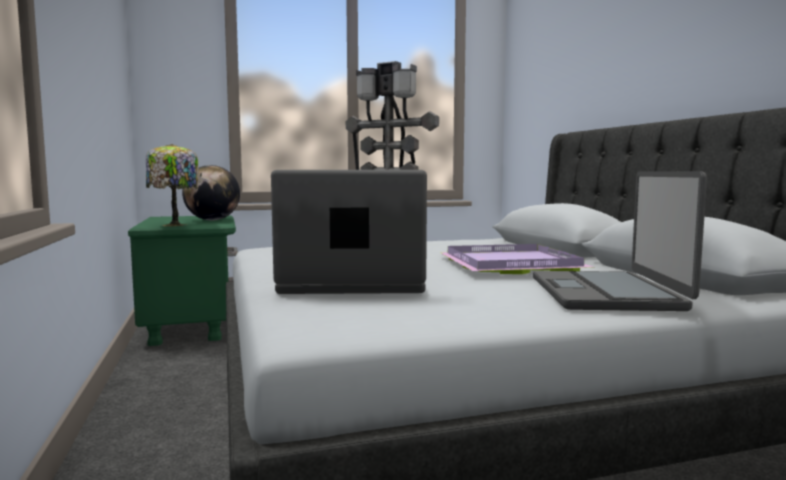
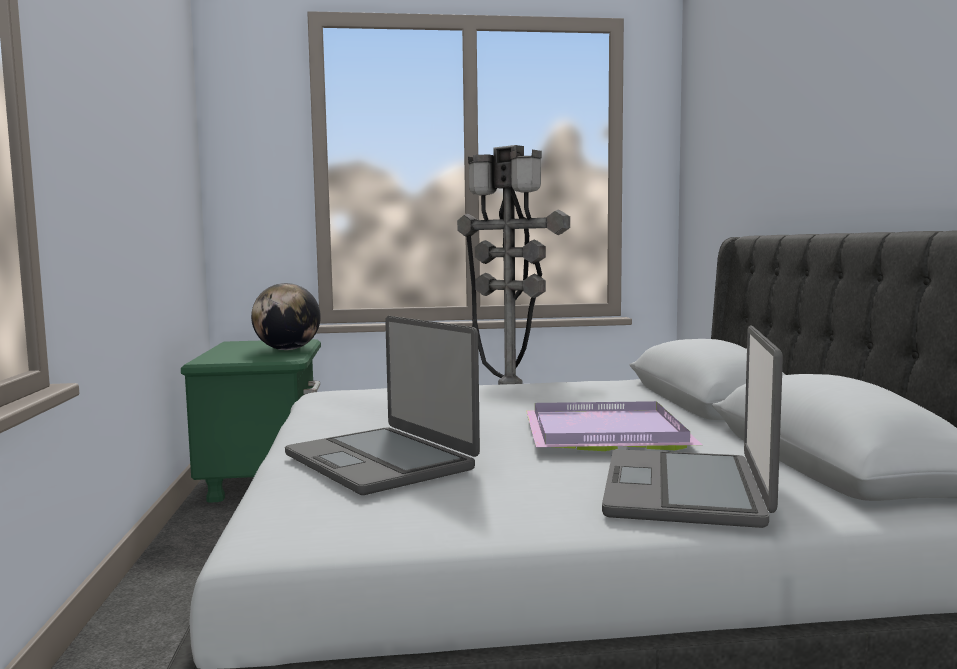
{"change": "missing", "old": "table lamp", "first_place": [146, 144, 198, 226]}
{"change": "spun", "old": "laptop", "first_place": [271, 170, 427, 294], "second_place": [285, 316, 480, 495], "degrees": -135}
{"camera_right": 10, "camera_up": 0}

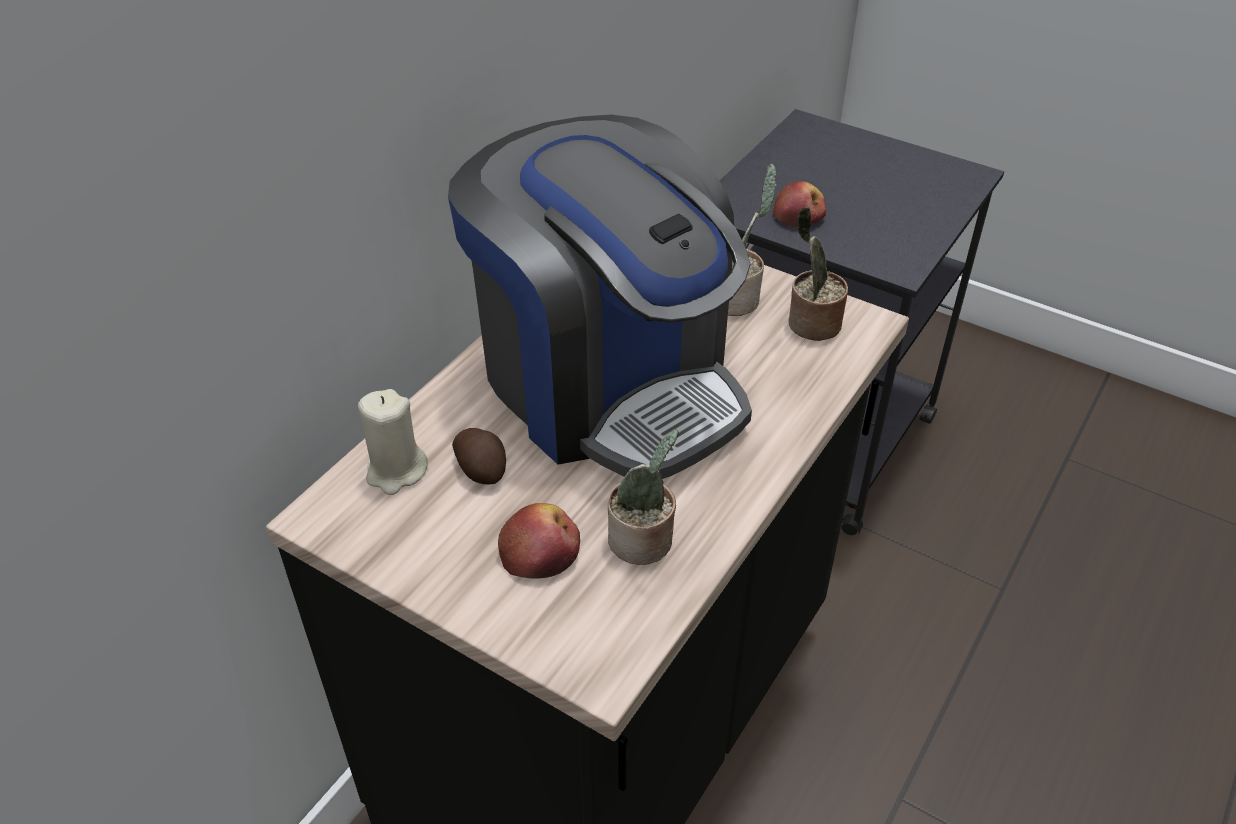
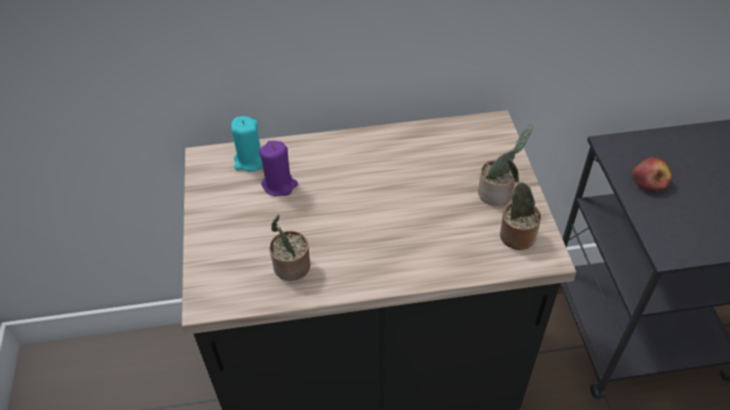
{"change": "colour", "old": "candle in beige", "new": "candle in turquoise", "first_place": [358, 389, 428, 495], "second_place": [231, 116, 263, 172]}
{"change": "missing", "old": "coffee machine", "first_place": [448, 115, 752, 479]}
{"change": "exchanged", "old": "potato", "new": "candle in purple", "first_place": [452, 428, 506, 484], "second_place": [259, 141, 298, 196]}
{"change": "missing", "old": "apple", "first_place": [498, 503, 580, 578]}
{"camera_right": 50, "camera_up": 5}

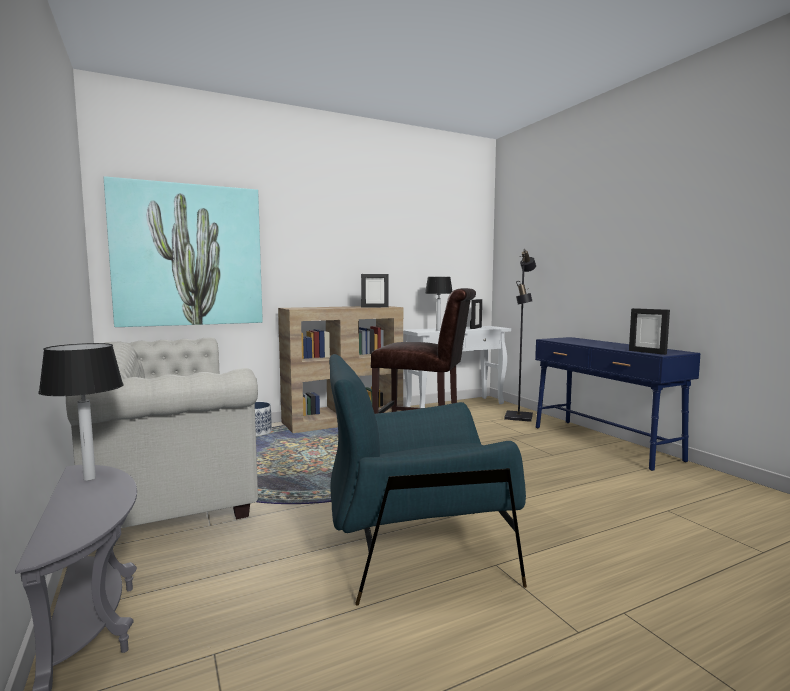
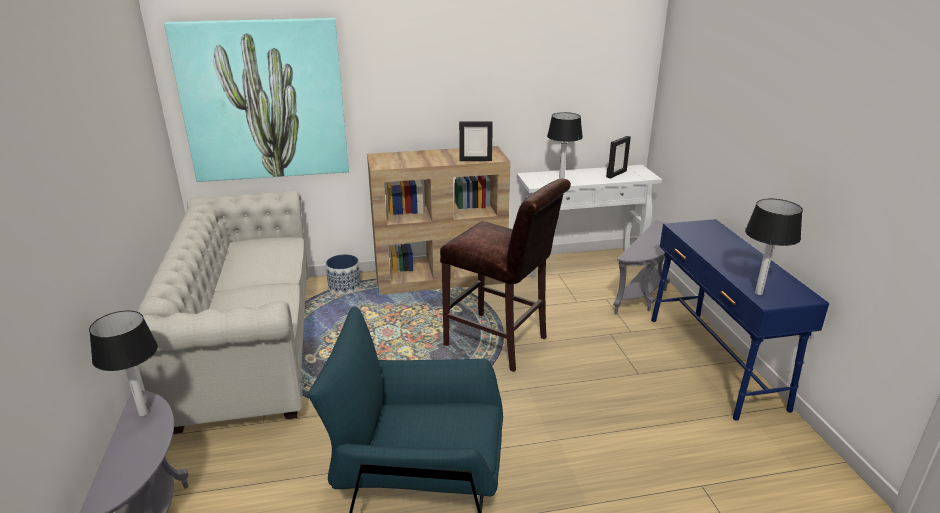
{"change": "exchanged", "old": "floor lamp in black", "new": "side table in grey", "first_place": [504, 249, 536, 422], "second_place": [613, 220, 670, 314]}
{"change": "exchanged", "old": "picture frame", "new": "table lamp", "first_place": [629, 308, 670, 355], "second_place": [745, 199, 803, 295]}
{"camera_right": 15, "camera_up": 20}

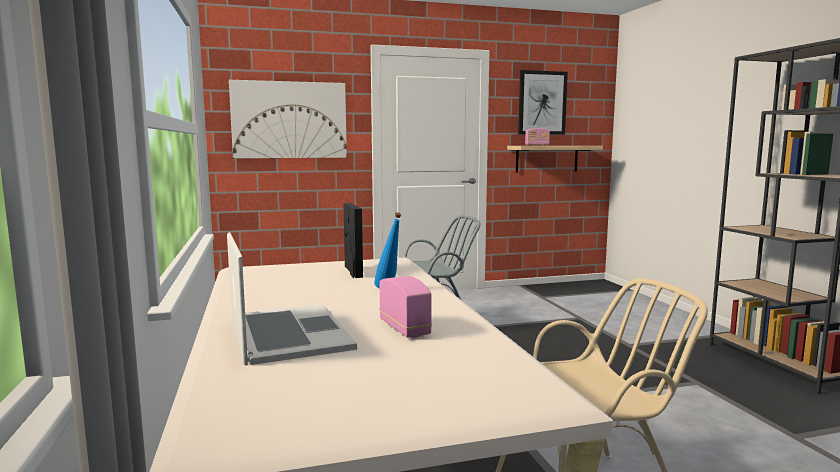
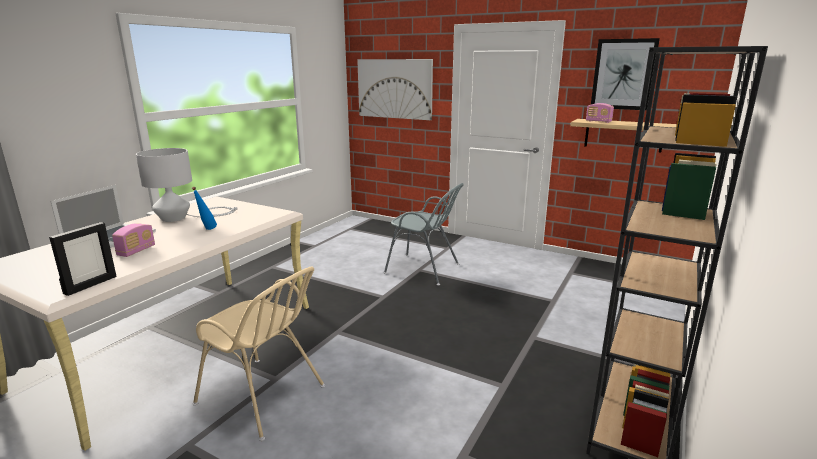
{"change": "relocated", "old": "picture frame", "first_place": [343, 203, 363, 278], "second_place": [49, 222, 117, 296]}
{"change": "appeared", "new": "table lamp in white", "second_place": [136, 148, 238, 222]}
{"camera_right": 45, "camera_up": 10}

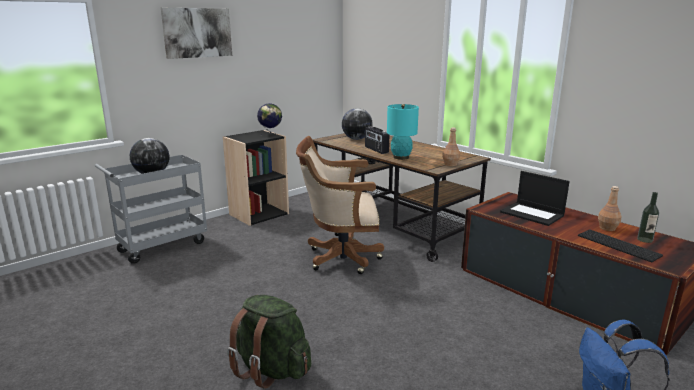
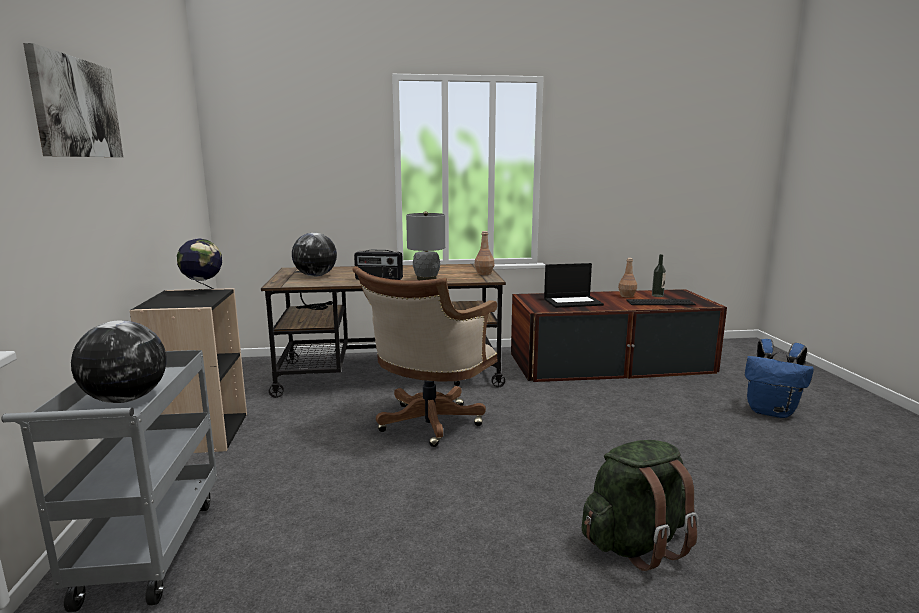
{"change": "colour", "old": "table lamp in turquoise", "new": "table lamp in grey", "first_place": [387, 104, 419, 160], "second_place": [406, 211, 445, 280]}
{"camera_right": -55, "camera_up": -5}

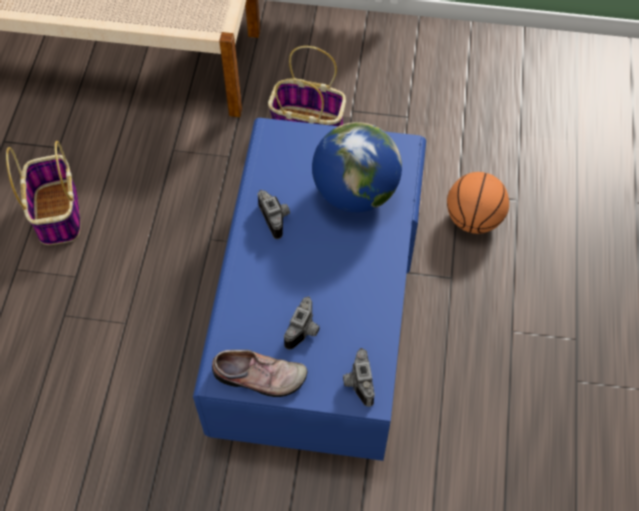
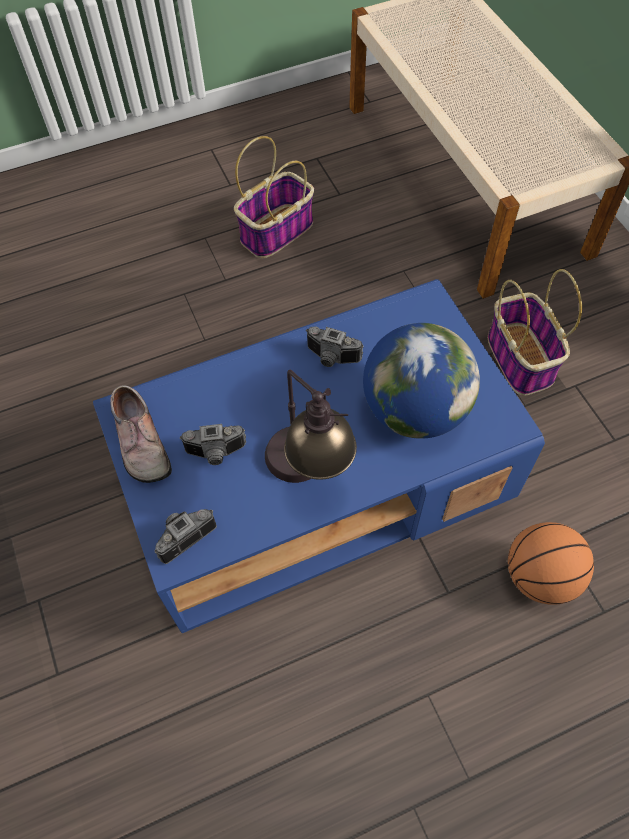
{"change": "spun", "old": "photo camera", "first_place": [257, 190, 290, 239], "second_place": [306, 326, 364, 367], "degrees": 75}
{"change": "appeared", "new": "table lamp", "second_place": [265, 370, 357, 483]}
{"camera_right": 60, "camera_up": 0}

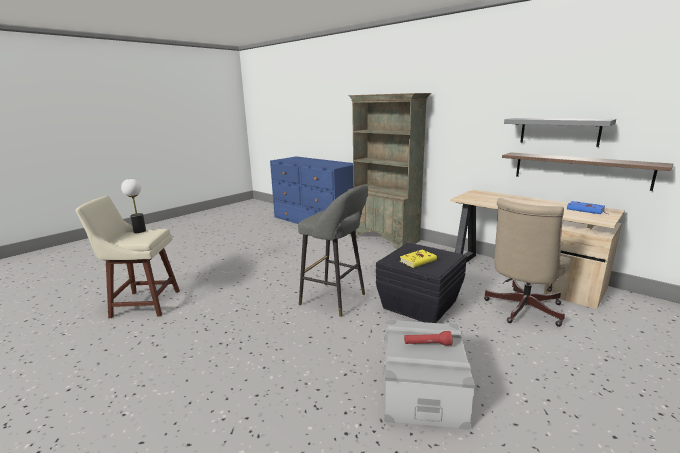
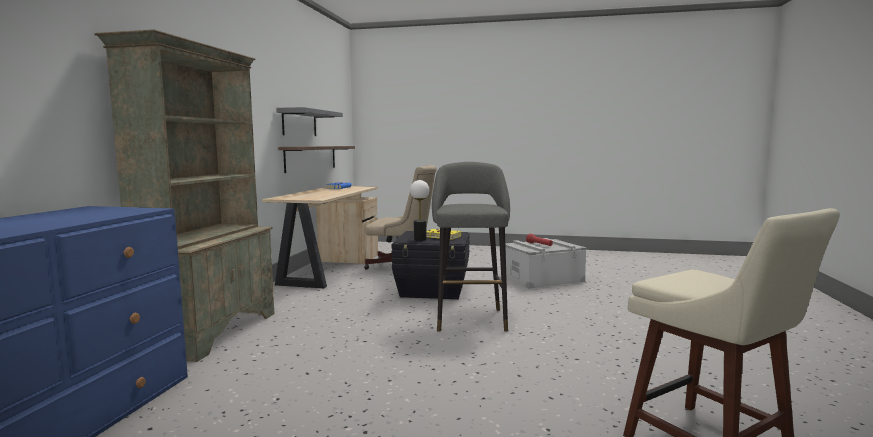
{"change": "relocated", "old": "table lamp", "first_place": [121, 179, 146, 233], "second_place": [410, 180, 429, 241]}
{"camera_right": -120, "camera_up": -10}

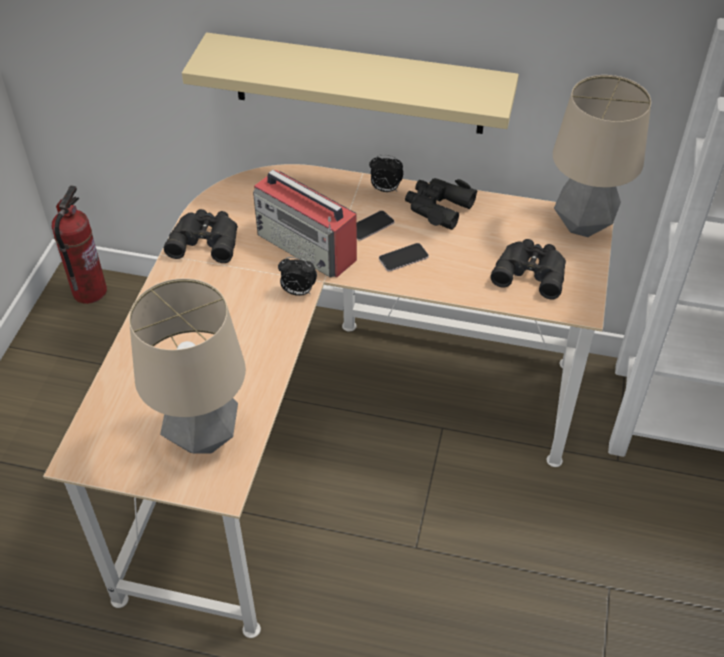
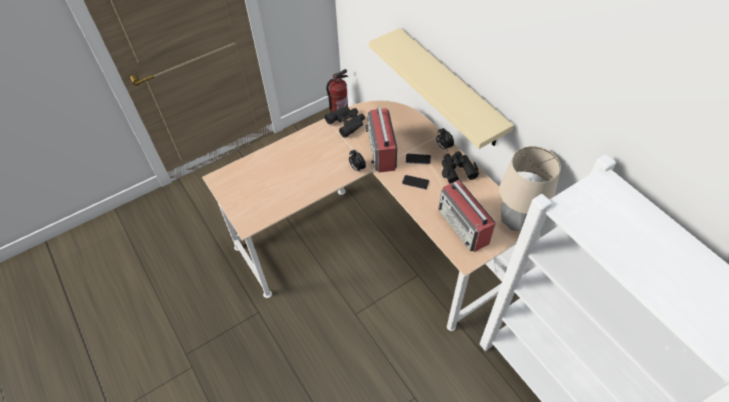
{"change": "missing", "old": "table lamp", "first_place": [129, 278, 246, 454]}
{"change": "exchanged", "old": "binoculars in black", "new": "radio", "first_place": [491, 239, 566, 299], "second_place": [438, 180, 496, 252]}
{"camera_right": 45, "camera_up": 5}

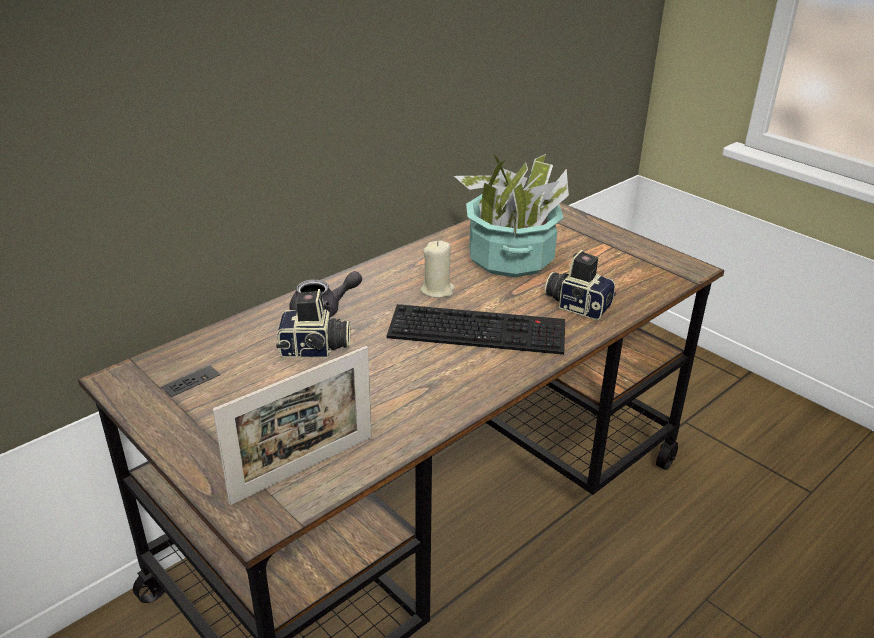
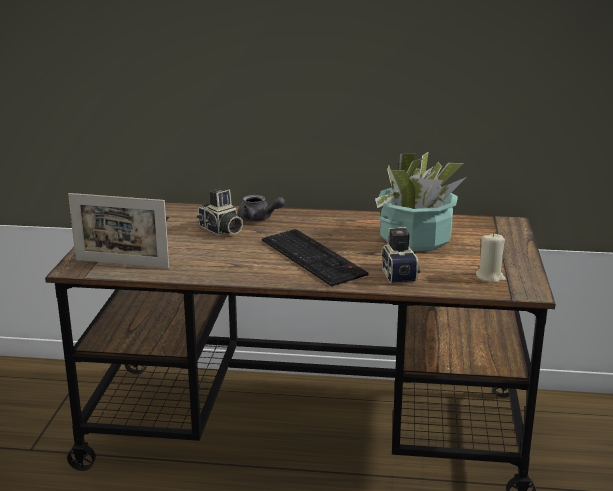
{"change": "relocated", "old": "candle in beige", "first_place": [420, 241, 455, 298], "second_place": [476, 233, 506, 283]}
{"camera_right": 50, "camera_up": -10}

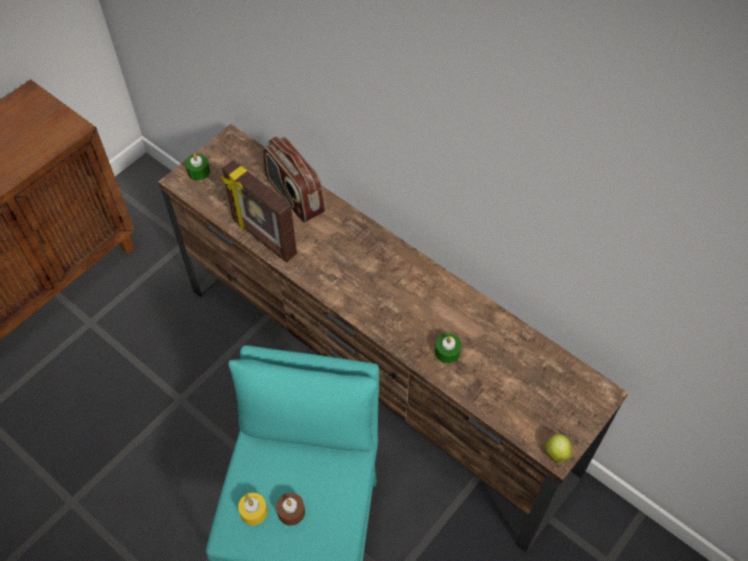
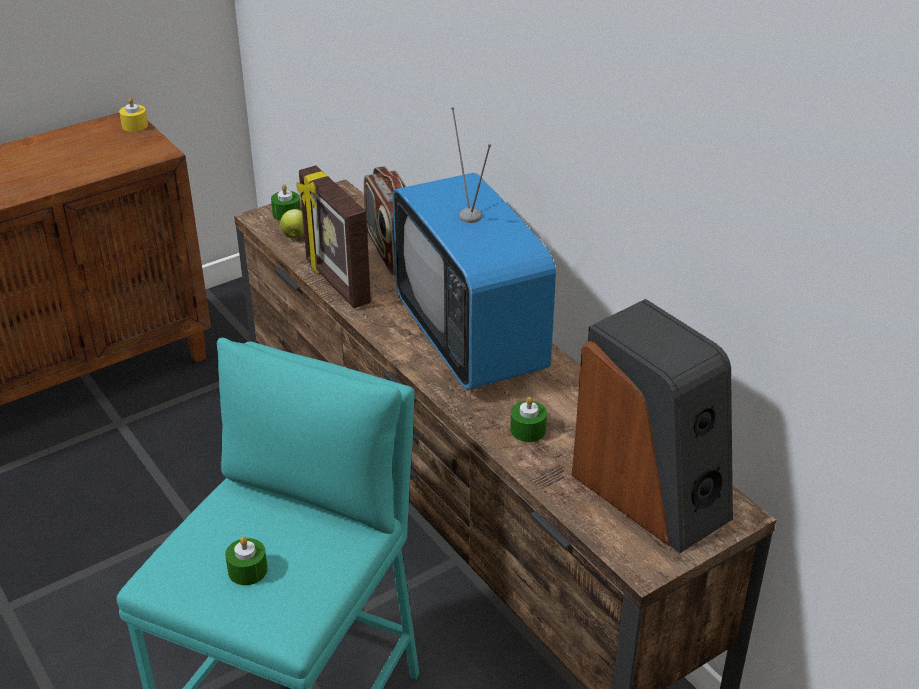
{"change": "relocated", "old": "candle in yellow", "first_place": [238, 493, 268, 525], "second_place": [119, 97, 148, 132]}
{"change": "colour", "old": "candle in brown", "new": "candle in green", "first_place": [276, 493, 305, 526], "second_place": [225, 537, 268, 585]}
{"change": "relocated", "old": "apple", "first_place": [545, 434, 572, 463], "second_place": [280, 209, 304, 239]}
{"change": "appeared", "new": "television", "second_place": [393, 107, 556, 390]}
{"change": "appeared", "new": "speaker", "second_place": [572, 299, 733, 553]}
{"camera_right": 15, "camera_up": -20}

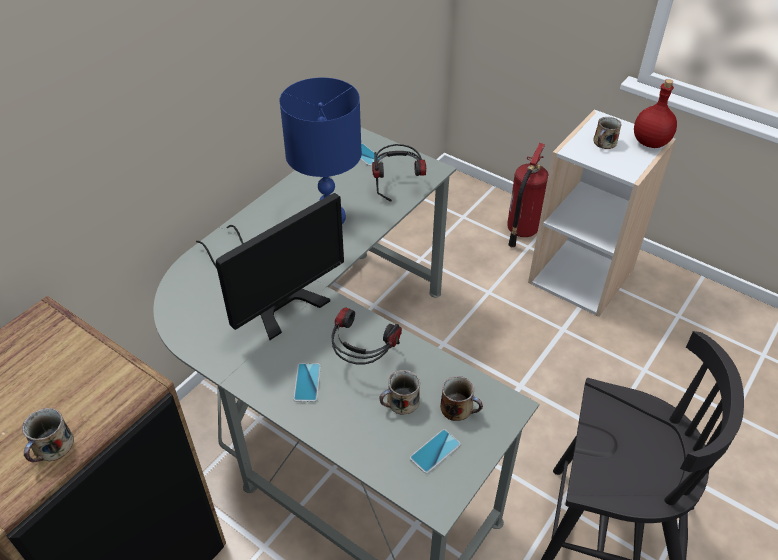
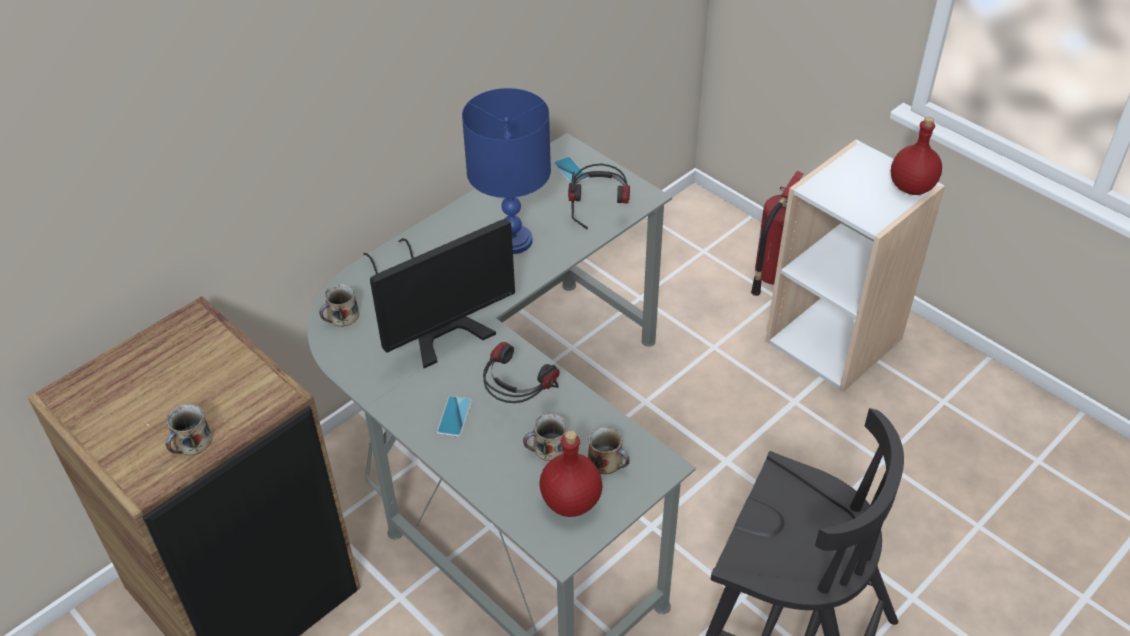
{"change": "exchanged", "old": "phone", "new": "bottle in red", "first_place": [410, 429, 461, 474], "second_place": [539, 430, 603, 517]}
{"change": "relocated", "old": "mug", "first_place": [593, 117, 622, 149], "second_place": [319, 284, 360, 327]}
{"camera_right": 10, "camera_up": 0}

